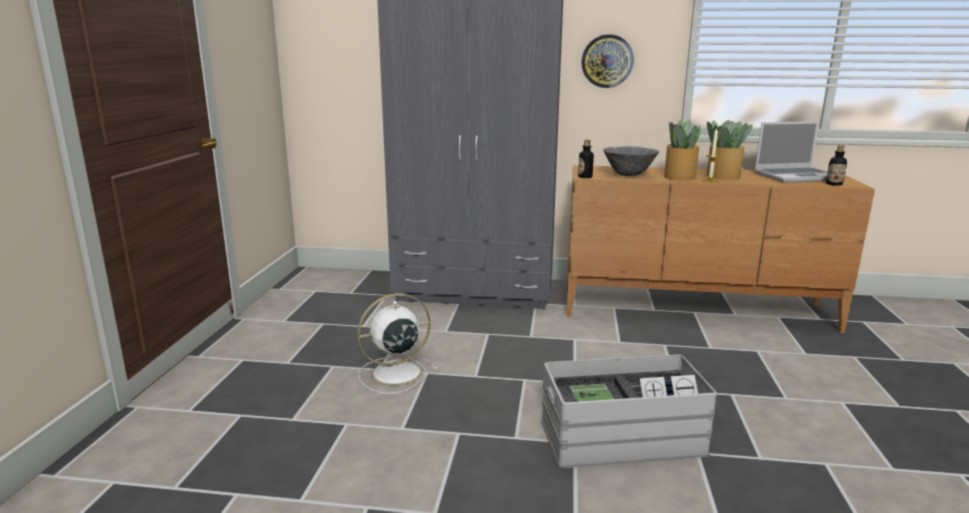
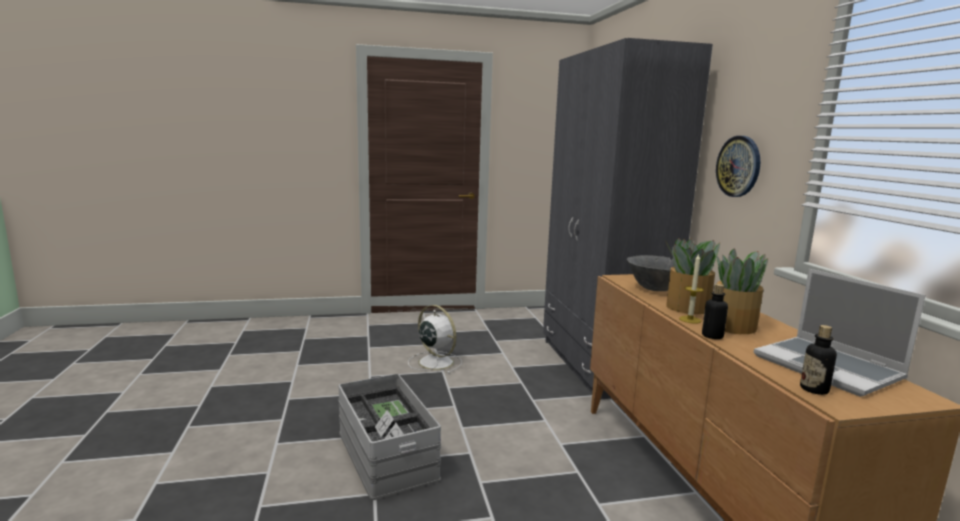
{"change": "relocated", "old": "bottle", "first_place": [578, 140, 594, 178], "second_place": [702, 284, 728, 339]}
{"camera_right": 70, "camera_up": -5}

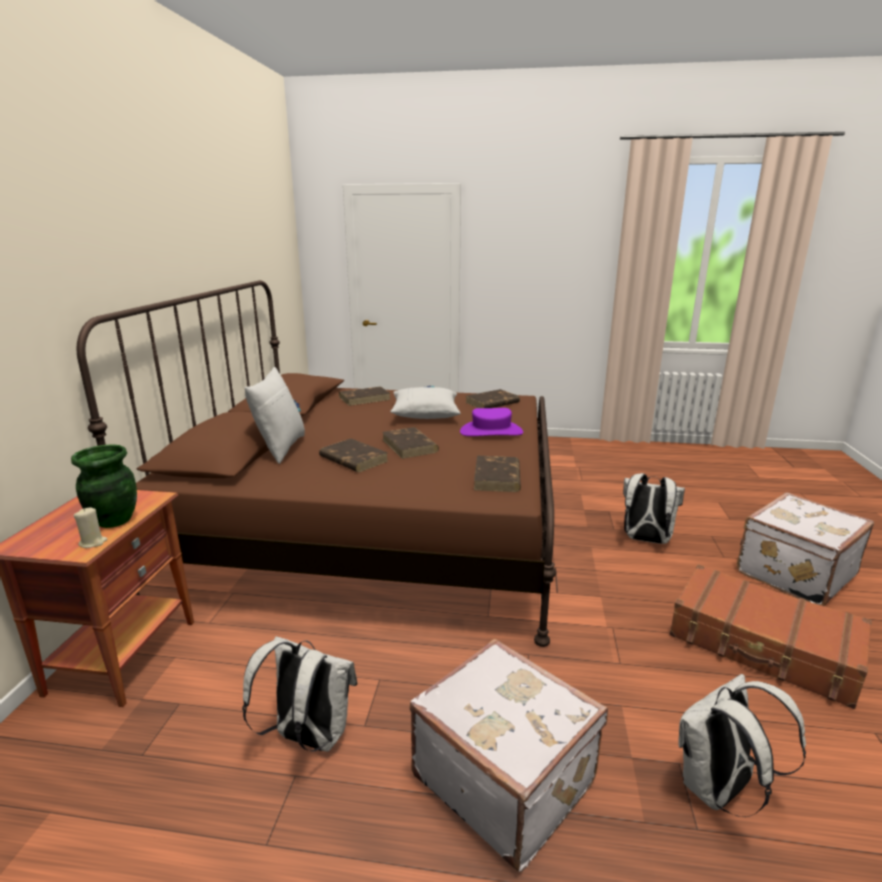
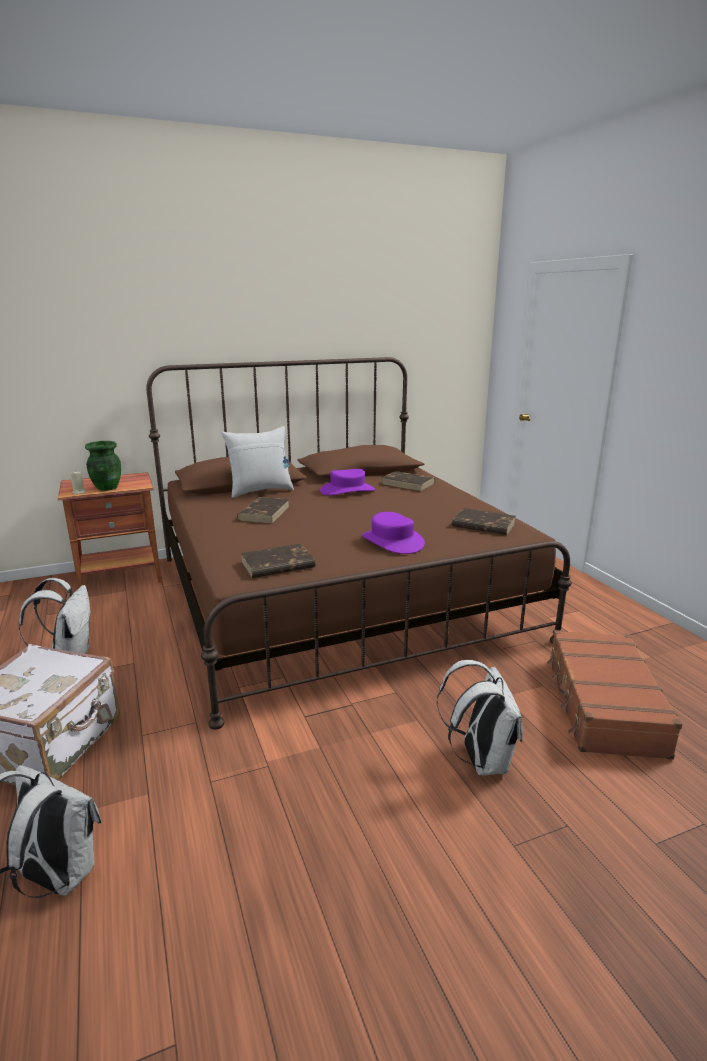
{"change": "missing", "old": "book in brown", "first_place": [382, 427, 439, 459]}
{"change": "missing", "old": "pillow in grey", "first_place": [390, 386, 460, 419]}
{"change": "relocated", "old": "suitcase in brown", "first_place": [669, 564, 872, 709], "second_place": [547, 630, 682, 760]}
{"change": "missing", "old": "suitcase in white", "first_place": [737, 492, 874, 606]}
{"change": "appeared", "new": "hat in purple", "second_place": [320, 469, 375, 495]}
{"camera_right": 60, "camera_up": 0}

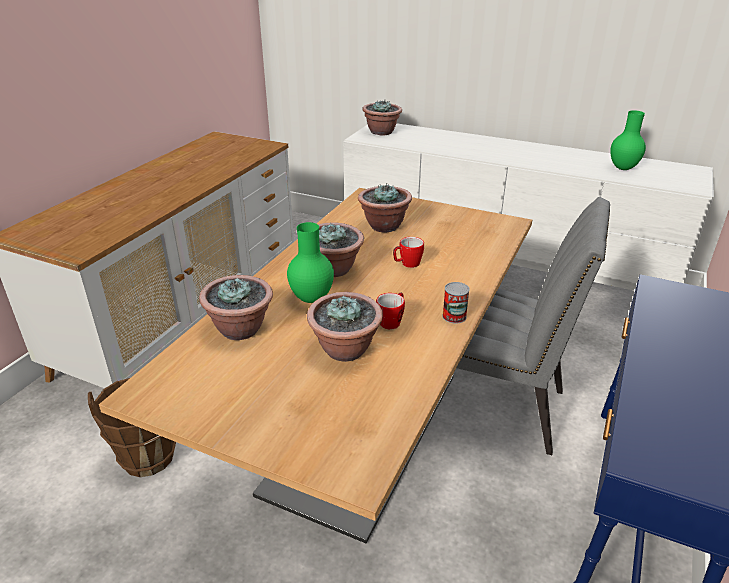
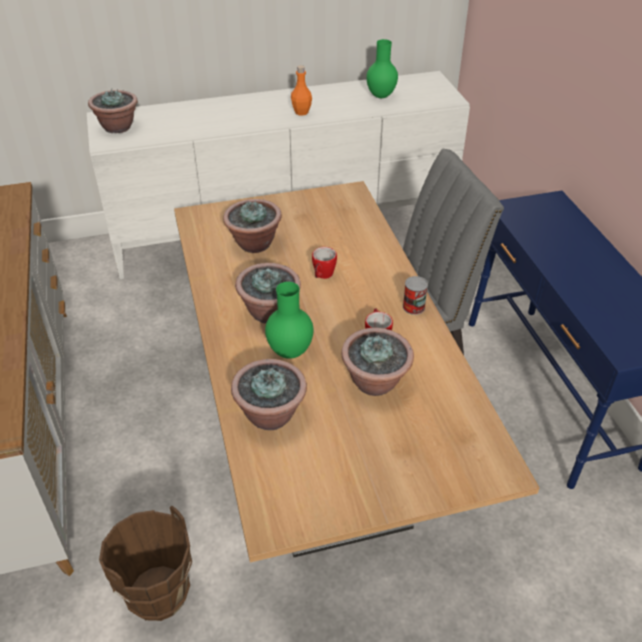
{"change": "appeared", "new": "bottle in orange", "second_place": [291, 65, 312, 116]}
{"camera_right": -40, "camera_up": 10}

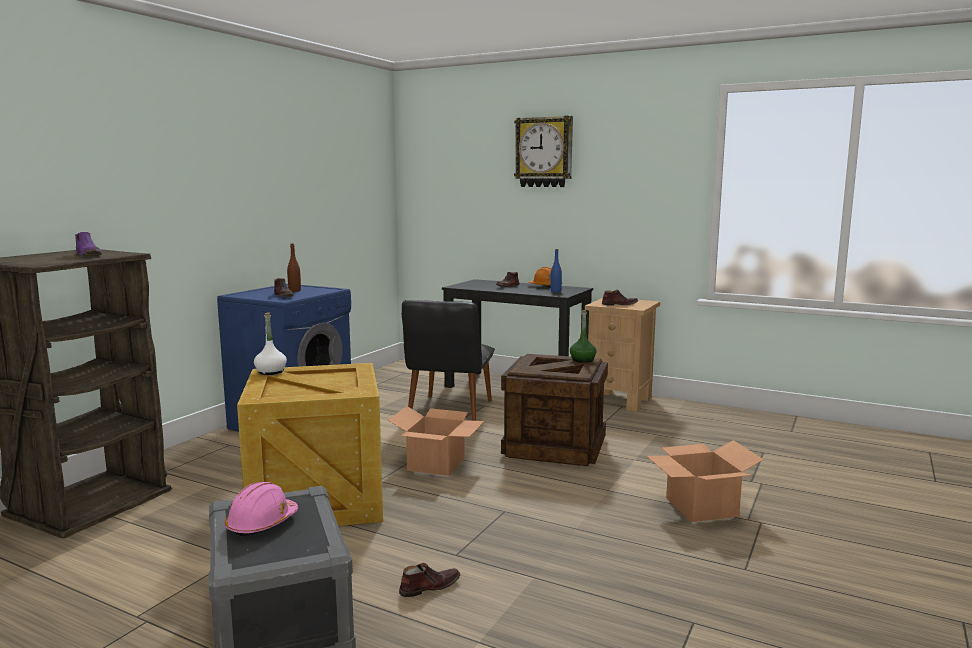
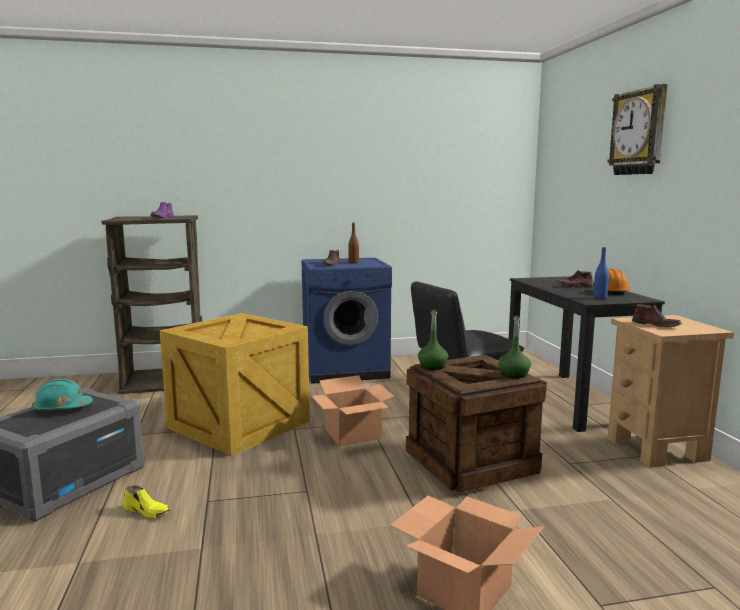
{"change": "colour", "old": "hard hat in pink", "new": "hard hat in turquoise", "first_place": [225, 482, 298, 537], "second_place": [32, 378, 93, 411]}
{"change": "missing", "old": "bottle in white", "first_place": [254, 312, 287, 375]}
{"change": "colour", "old": "shoe in brown", "new": "shoe in yellow", "first_place": [399, 563, 461, 597], "second_place": [123, 486, 170, 518]}
{"change": "appeared", "new": "bottle in green", "second_place": [418, 310, 449, 370]}
{"camera_right": 50, "camera_up": 0}

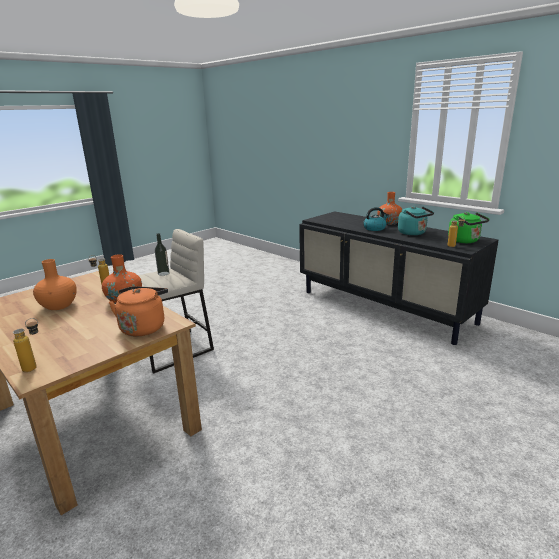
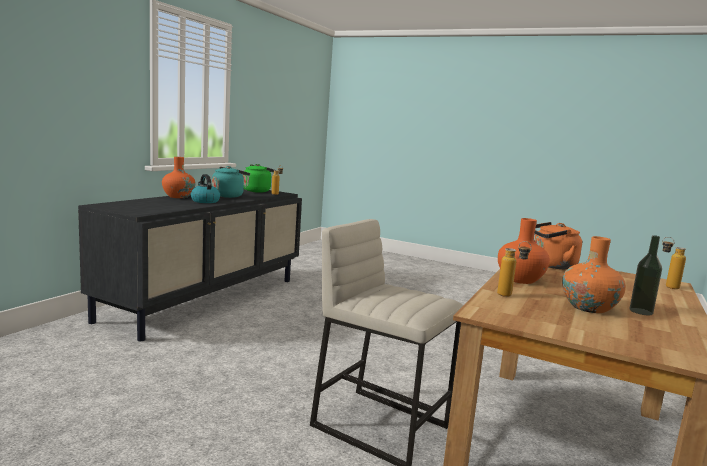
{"change": "relocated", "old": "bottle", "first_place": [155, 233, 170, 276], "second_place": [629, 235, 662, 316]}
{"camera_right": -110, "camera_up": -10}

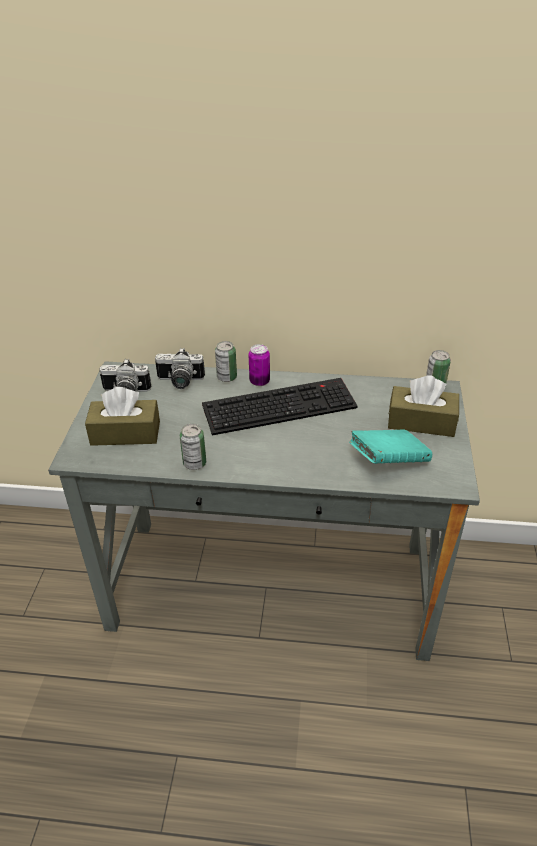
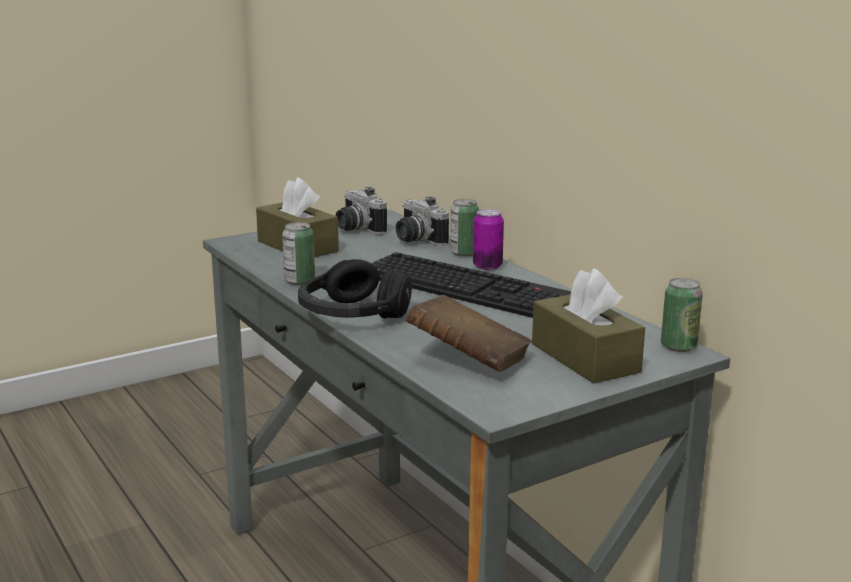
{"change": "colour", "old": "book in turquoise", "new": "book in brown", "first_place": [349, 430, 432, 464], "second_place": [406, 295, 532, 372]}
{"change": "appeared", "new": "headphones in black", "second_place": [298, 259, 412, 318]}
{"camera_right": 50, "camera_up": -20}

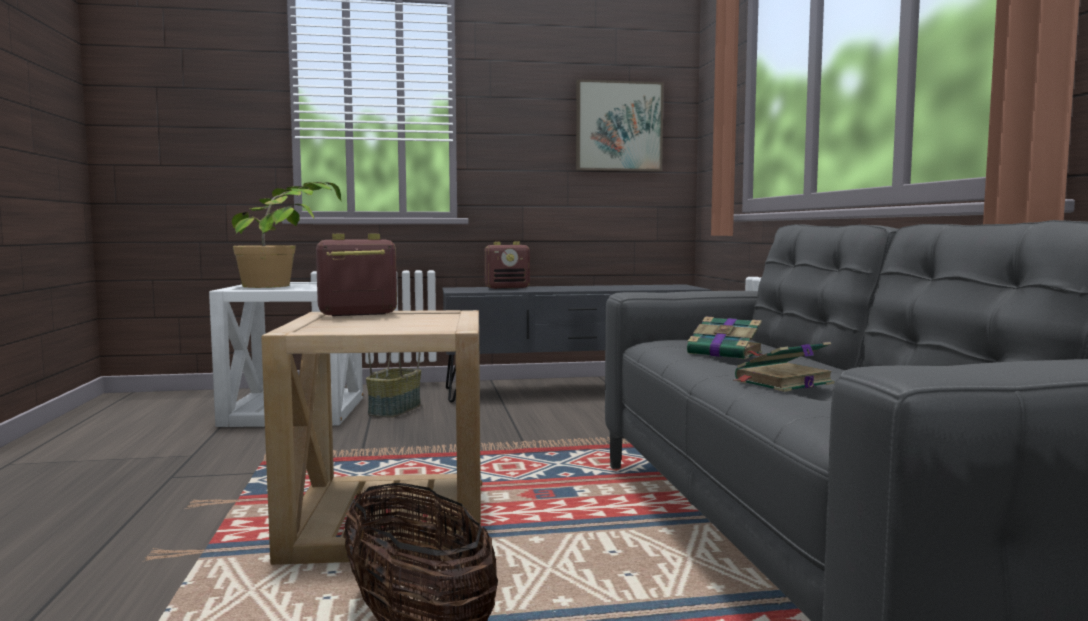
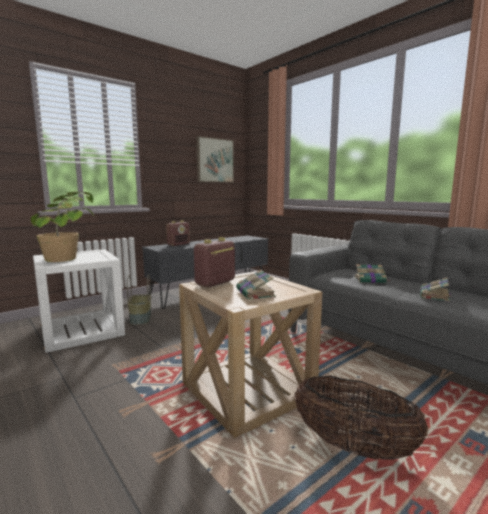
{"change": "appeared", "new": "book", "second_place": [236, 270, 276, 300]}
{"camera_right": -30, "camera_up": 5}

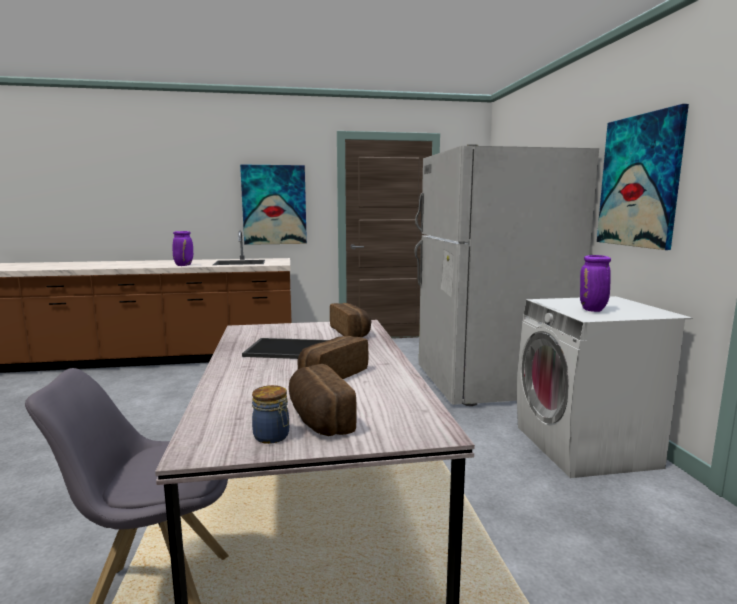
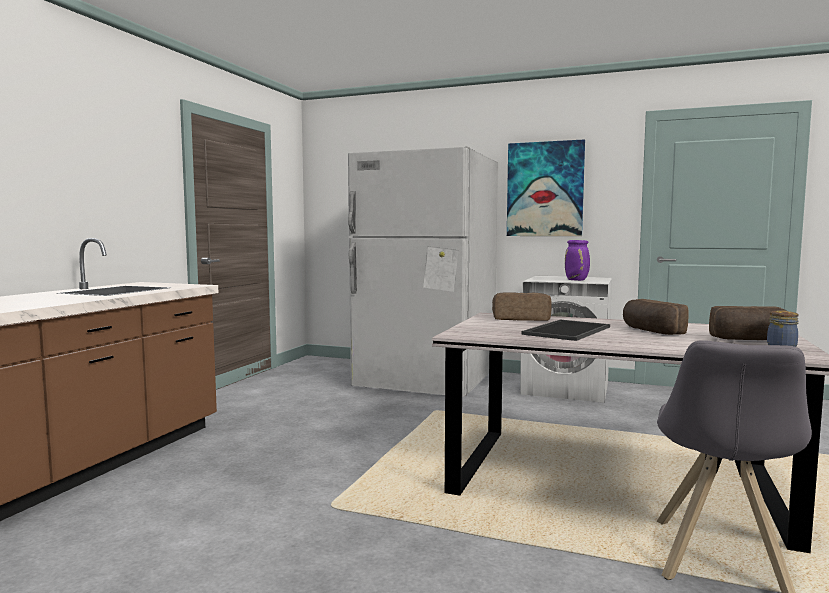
{"change": "missing", "old": "vase in purple", "first_place": [173, 231, 193, 266]}
{"change": "missing", "old": "picture", "first_place": [240, 164, 307, 245]}
{"camera_right": -60, "camera_up": -5}

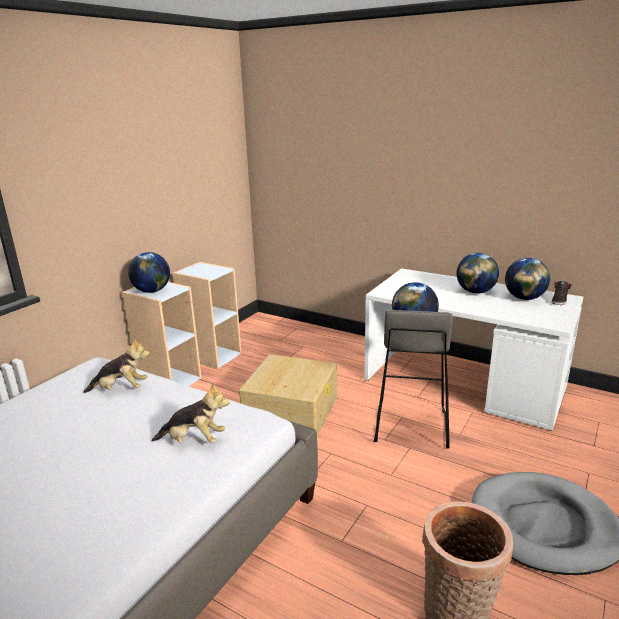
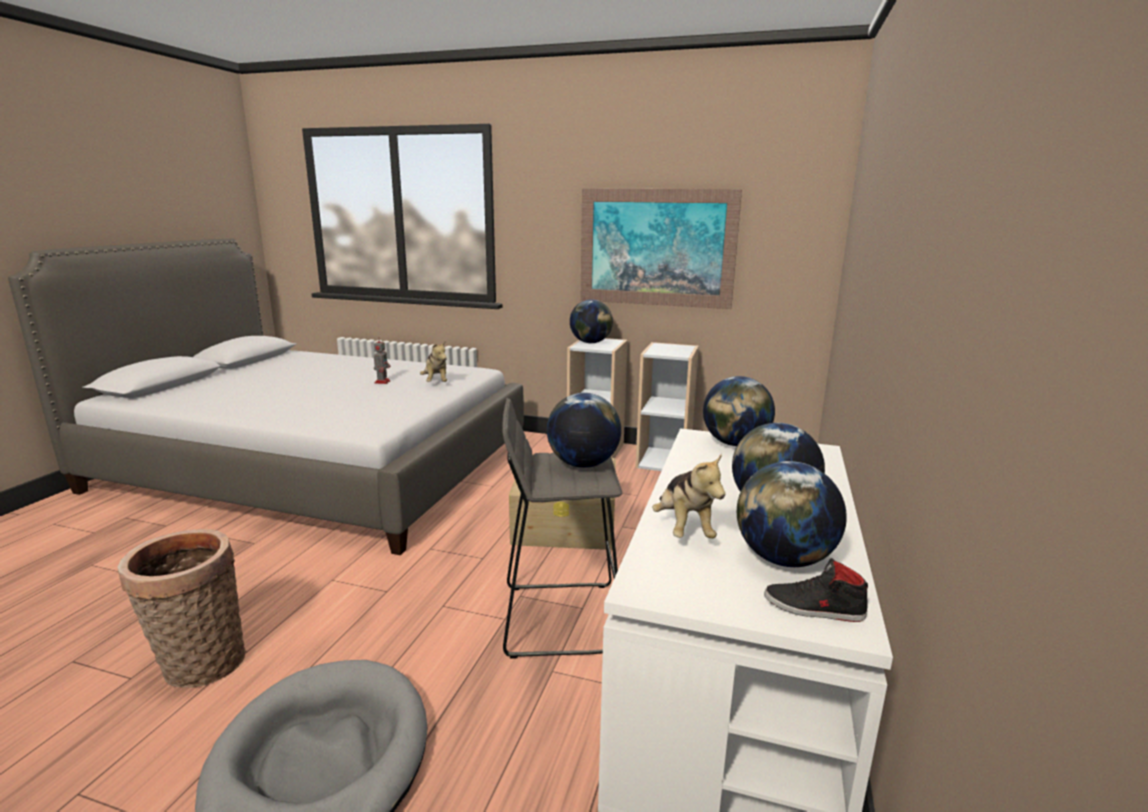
{"change": "relocated", "old": "plush toy", "first_place": [152, 382, 230, 443], "second_place": [653, 453, 725, 538]}
{"change": "appeared", "new": "toy robot", "second_place": [374, 337, 390, 384]}
{"change": "appeared", "new": "picture", "second_place": [581, 188, 742, 309]}
{"change": "appeared", "new": "globe", "second_place": [703, 376, 775, 446]}
{"camera_right": 75, "camera_up": -5}

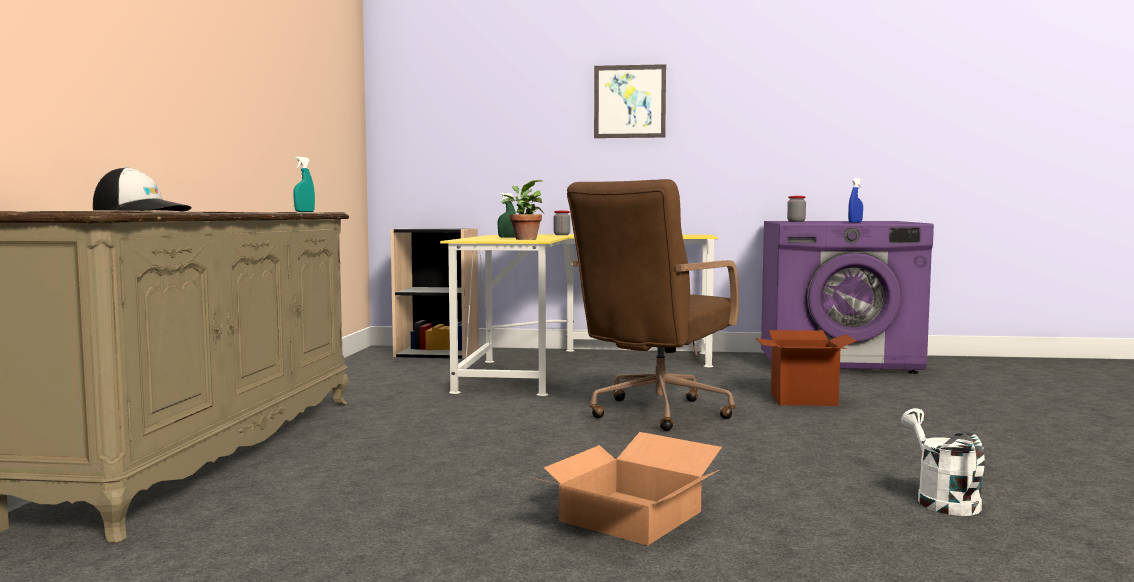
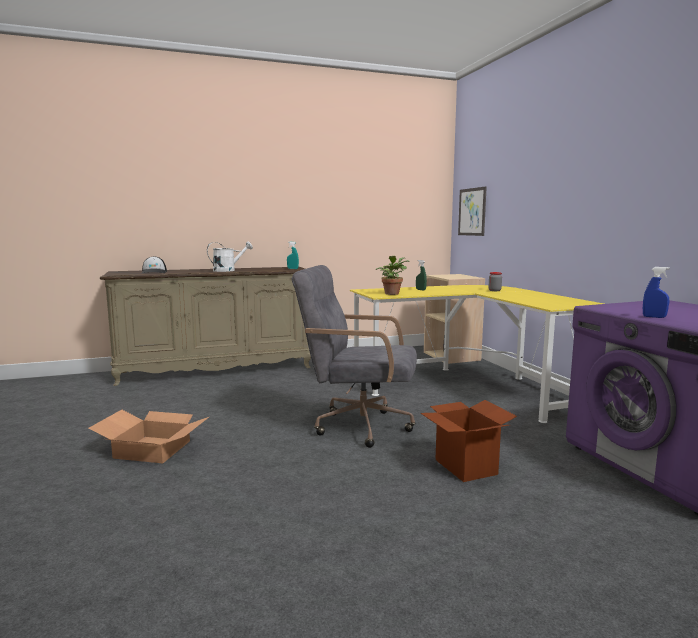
{"change": "colour", "old": "bookcase in black", "new": "bookcase in beige", "first_place": [390, 228, 479, 359], "second_place": [424, 274, 485, 364]}
{"change": "colour", "old": "office chair in brown", "new": "office chair in grey", "first_place": [567, 179, 739, 431], "second_place": [292, 265, 417, 448]}
{"change": "relocated", "old": "picture", "first_place": [594, 64, 666, 138], "second_place": [458, 187, 487, 236]}
{"change": "missing", "old": "jar", "first_place": [787, 196, 806, 222]}
{"change": "relocated", "old": "watering can in white", "first_place": [901, 408, 985, 516], "second_place": [207, 241, 253, 272]}
{"camera_right": 65, "camera_up": 5}

